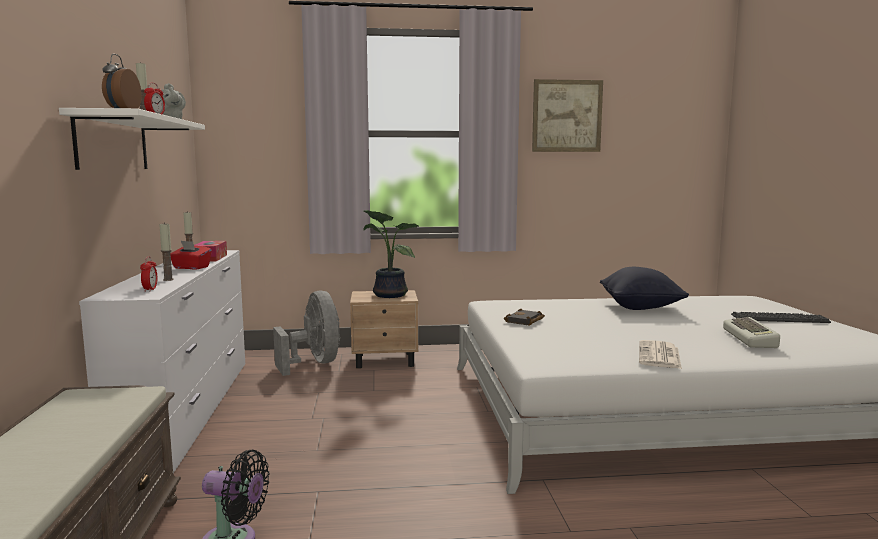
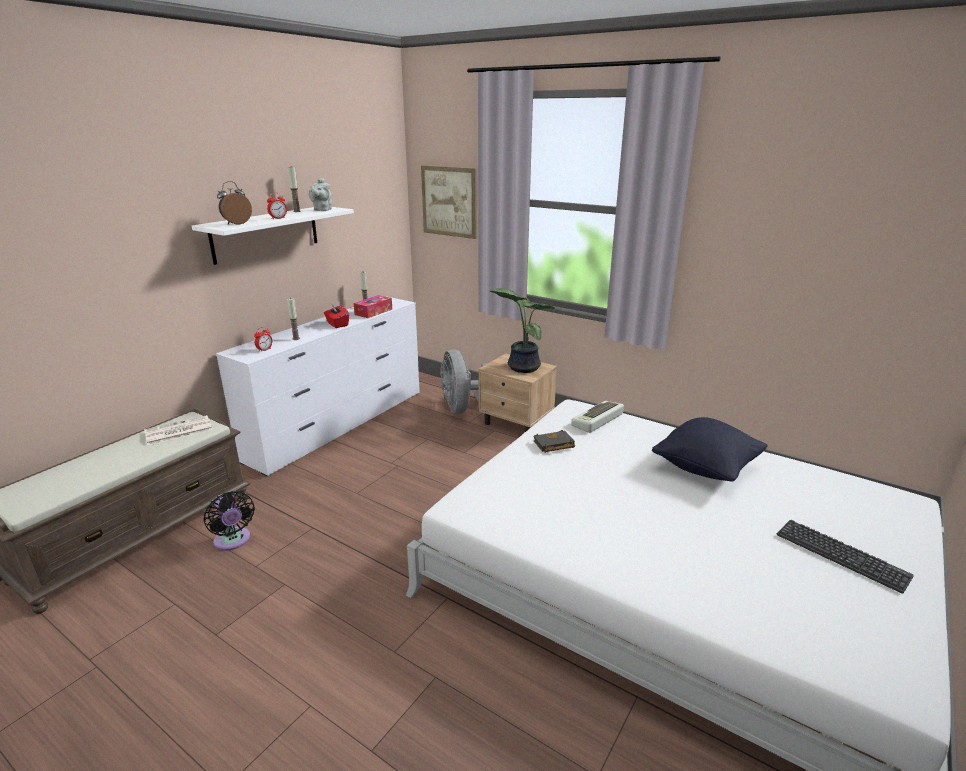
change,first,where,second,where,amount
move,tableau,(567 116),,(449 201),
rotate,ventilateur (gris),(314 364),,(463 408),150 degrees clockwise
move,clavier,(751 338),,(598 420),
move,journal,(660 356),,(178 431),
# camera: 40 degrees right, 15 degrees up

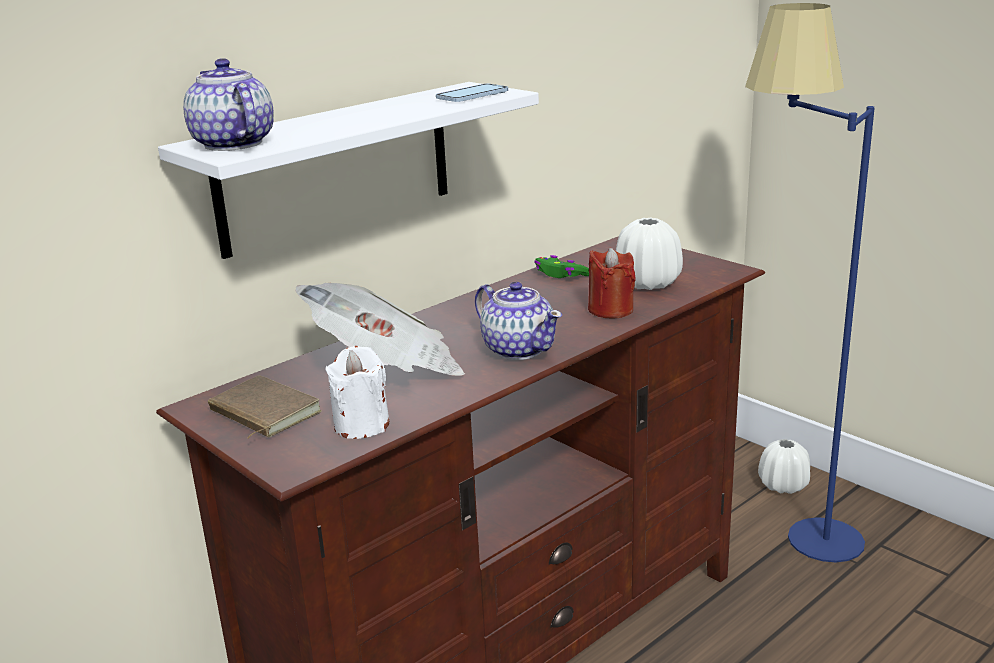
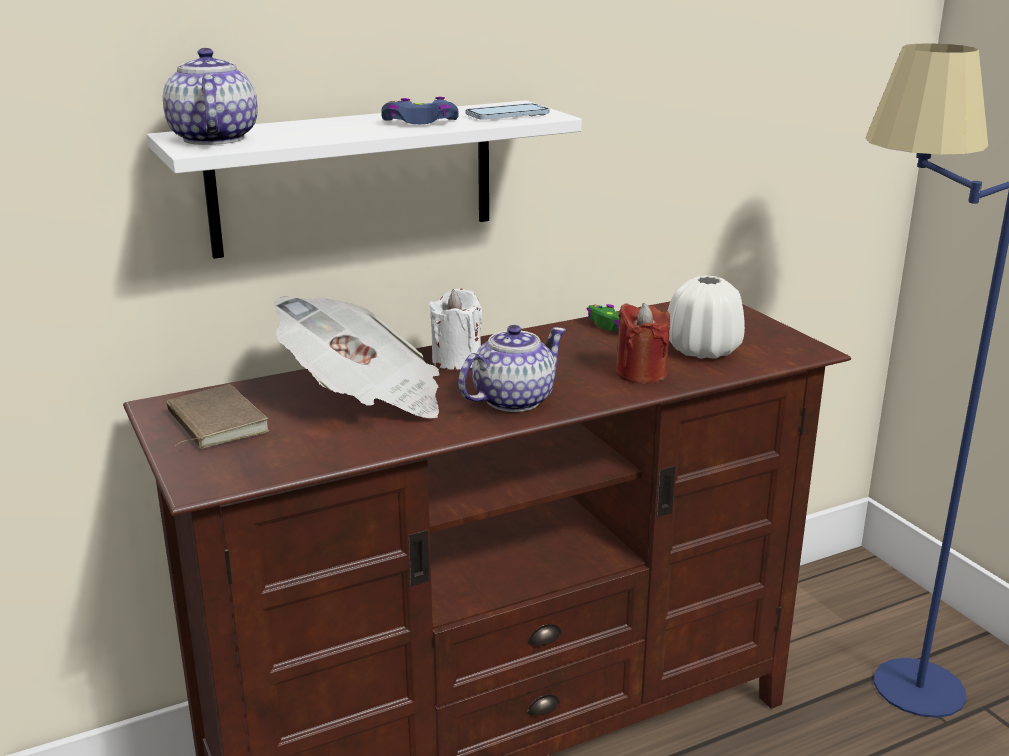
change,first,where,second,where,amount
rotate,théière,(518 349),,(512 400),105 degrees counterclockwise
move,bougie (blanc),(361 425),,(456 360),
delete,vase (blanc),(783 485),,,
insert,,,manette (bleu),(420 123),
# camera: 15 degrees right, 0 degrees up

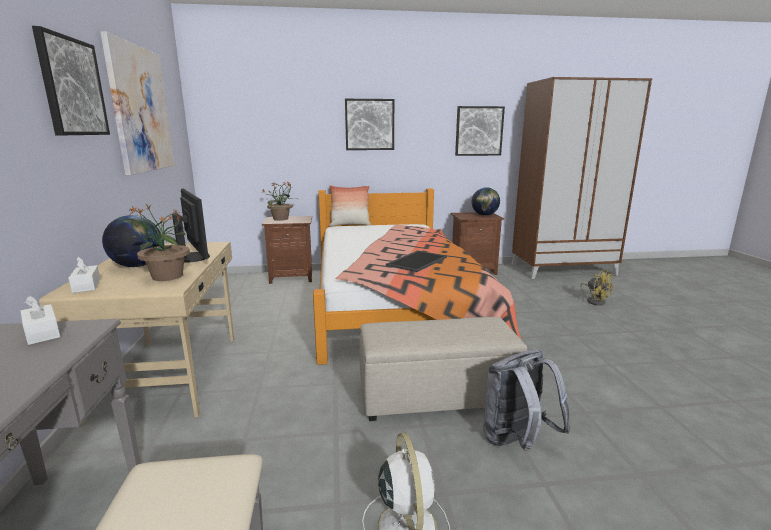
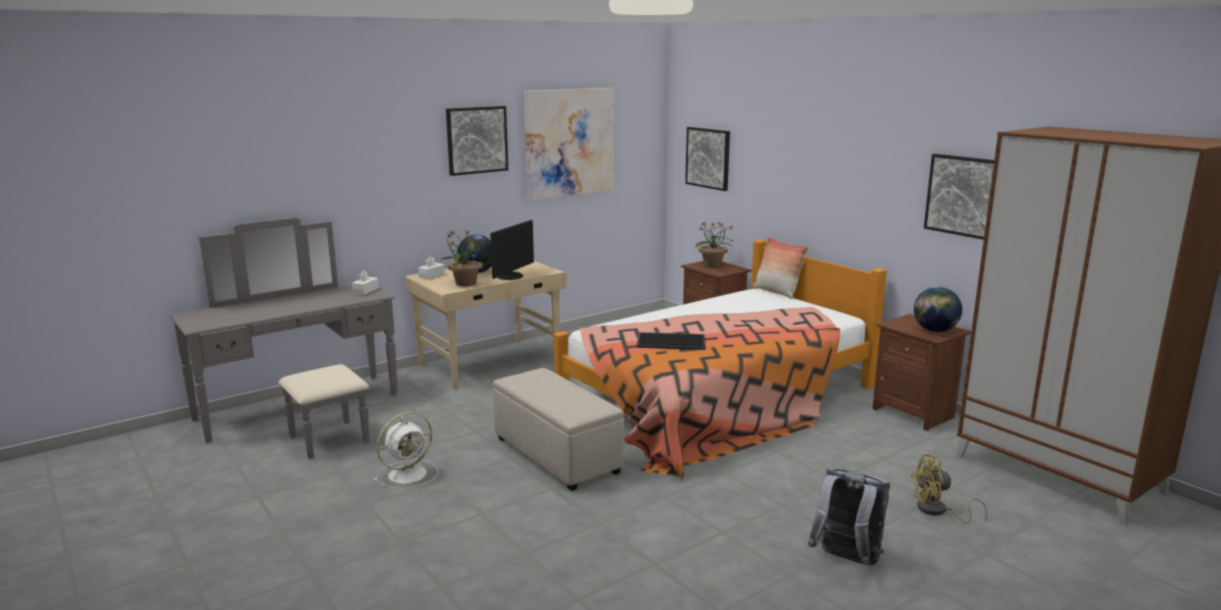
change,first,where,second,where,amount
move,tableau,(369 124),,(708 158),
rotate,ventilateur (jaune),(595 301),,(938 511),60 degrees clockwise
move,sac à dos (gris),(517 442),,(846 561),
# camera: 60 degrees right, 0 degrees up

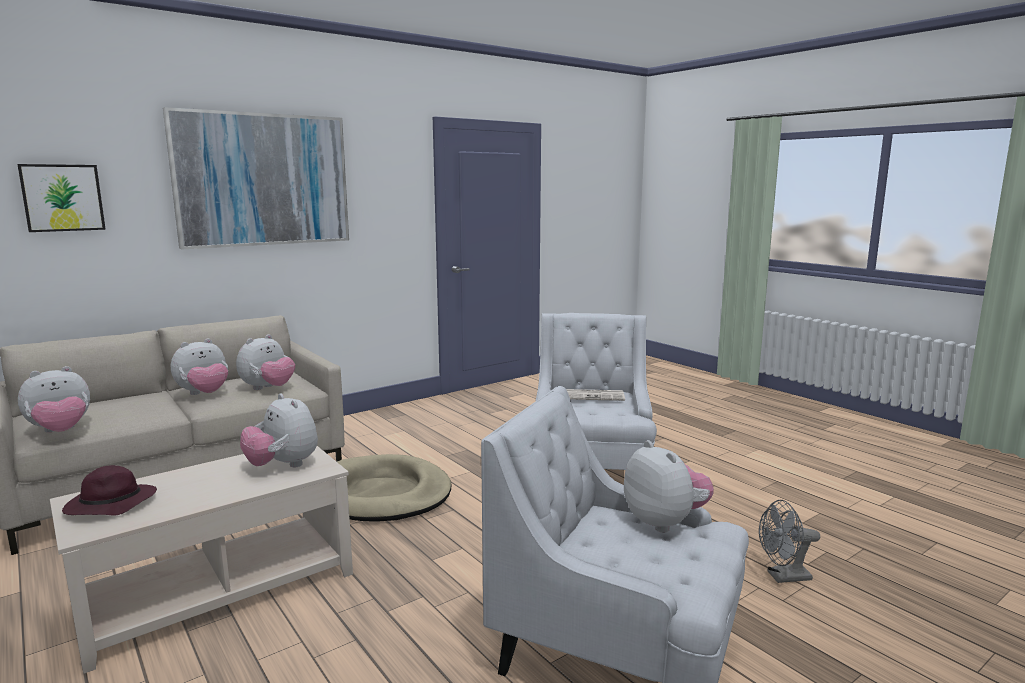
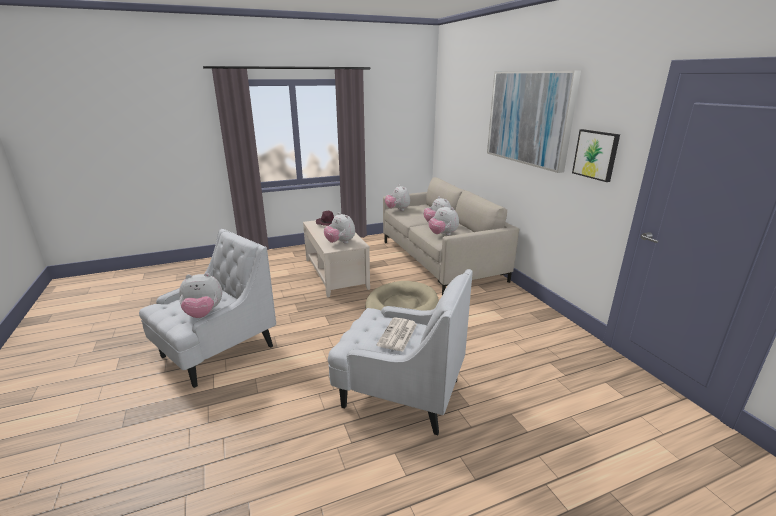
change,first,where,second,where,amount
move,tableau,(62 197),,(596 154),
rotate,peluche,(283 465),,(340 242),105 degrees counterclockwise
delete,ventilateur (gris),(783 577),,,
# camera: 105 degrees right, 10 degrees up

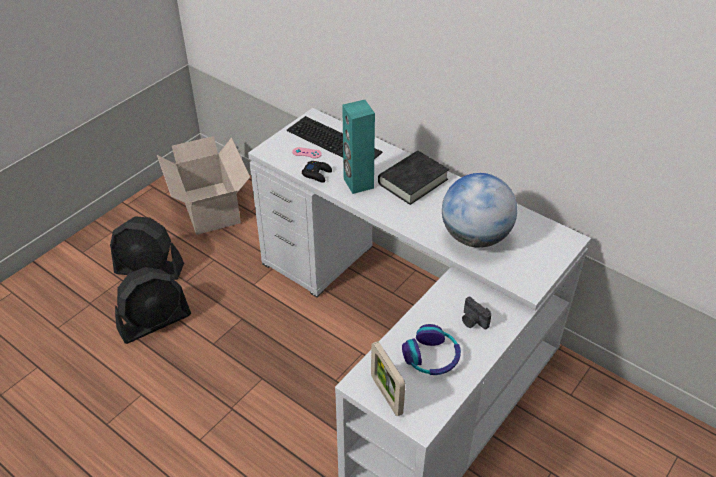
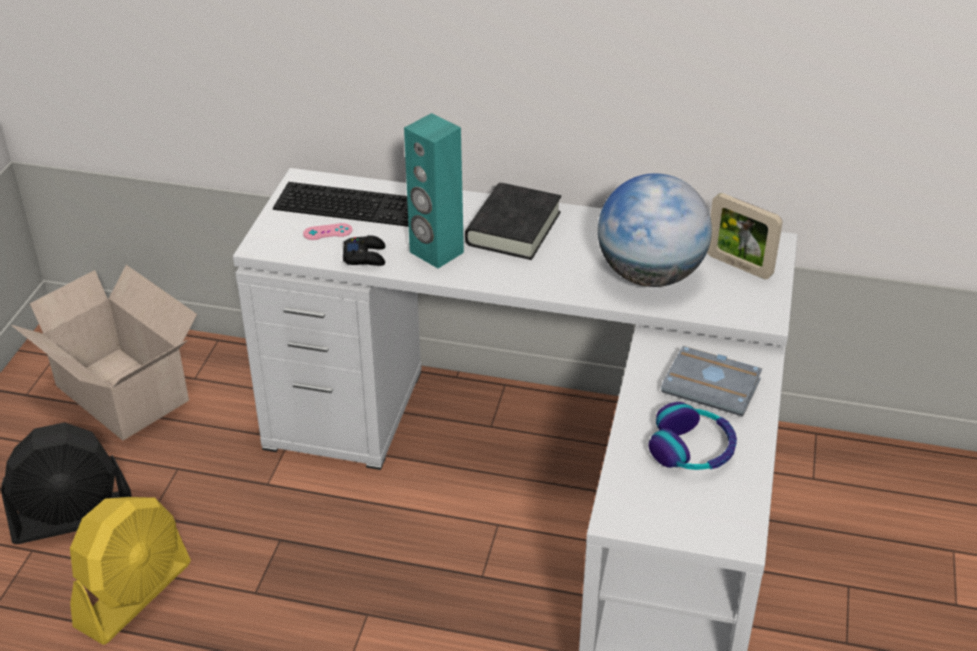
change,first,where,second,where,amount
recolor,ventilateur (noir),(155 322),ventilateur (jaune),(134 594),
replace,appareil photo,(473 321),livre (gris),(713 386),
move,cadre photo,(386 395),,(738 266),
# camera: 25 degrees left, 5 degrees down

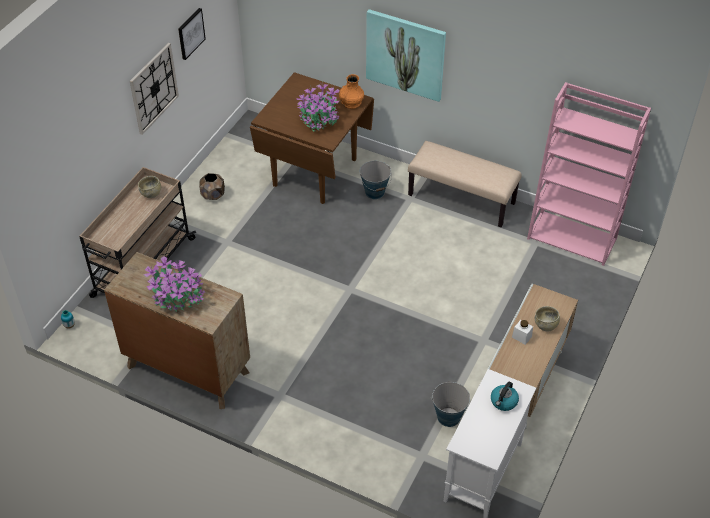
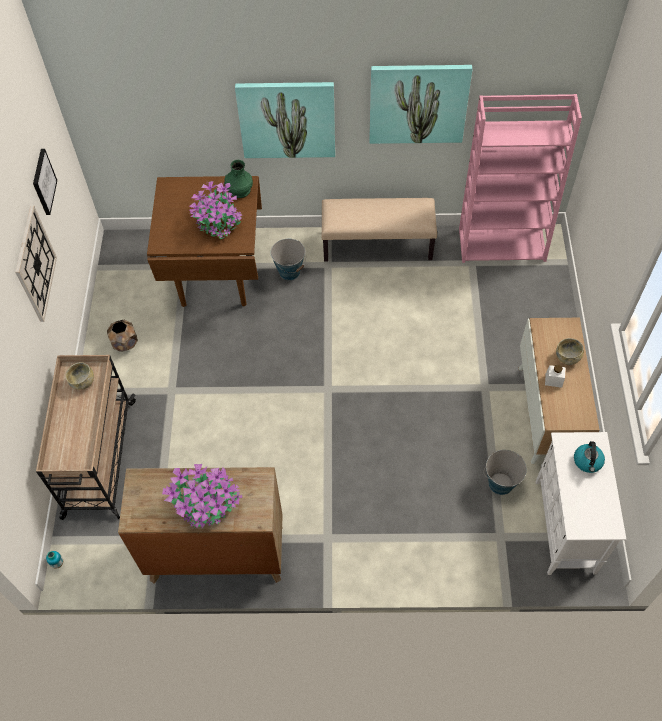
change,first,where,second,where,amount
recolor,vase (orange),(351 102),vase (vert),(239 189),
insert,,,tableau,(418 103),
# camera: 25 degrees left, 10 degrees up

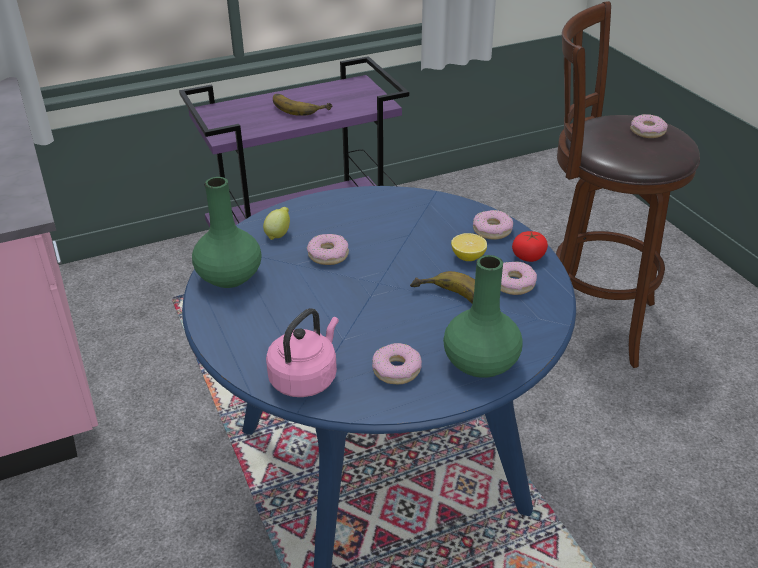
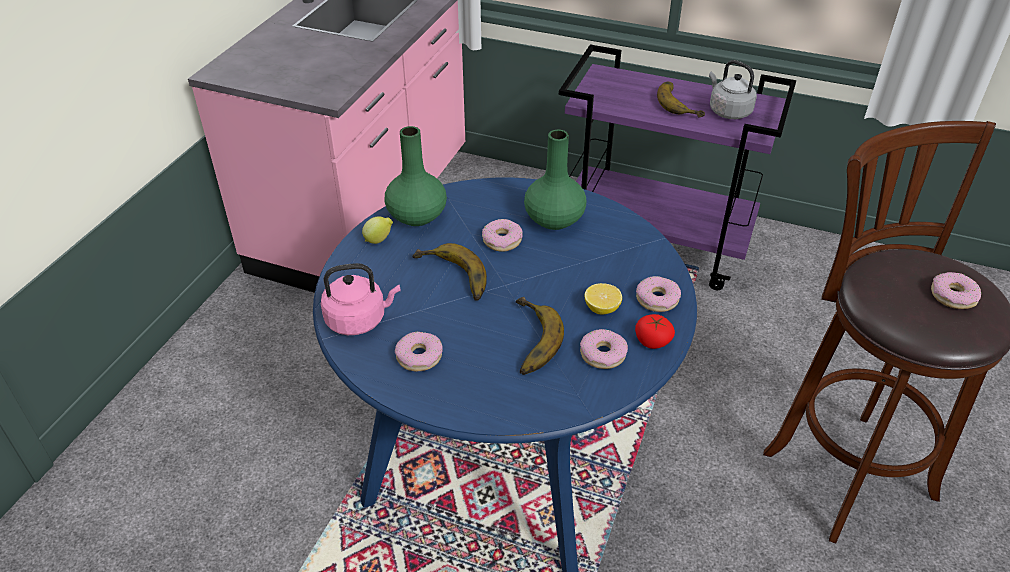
change,first,where,second,where,amount
move,citron,(278 234),,(379 240),
move,vase (vert),(480 364),,(553 220),
insert,,,bouilloire (gris),(728 111),
insert,,,banane,(451 278),
# camera: 45 degrees right, 5 degrees up

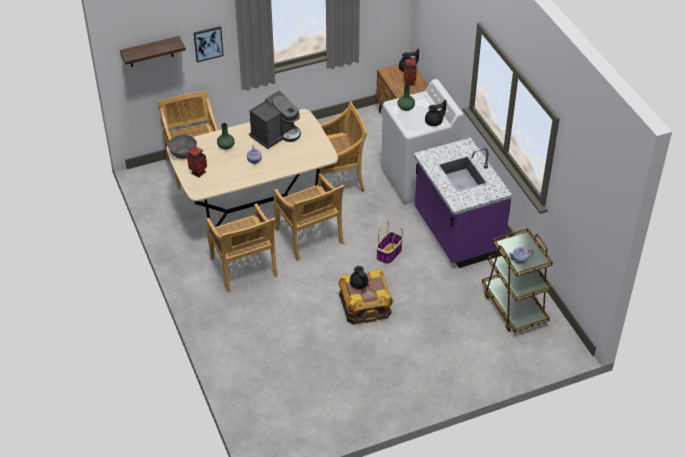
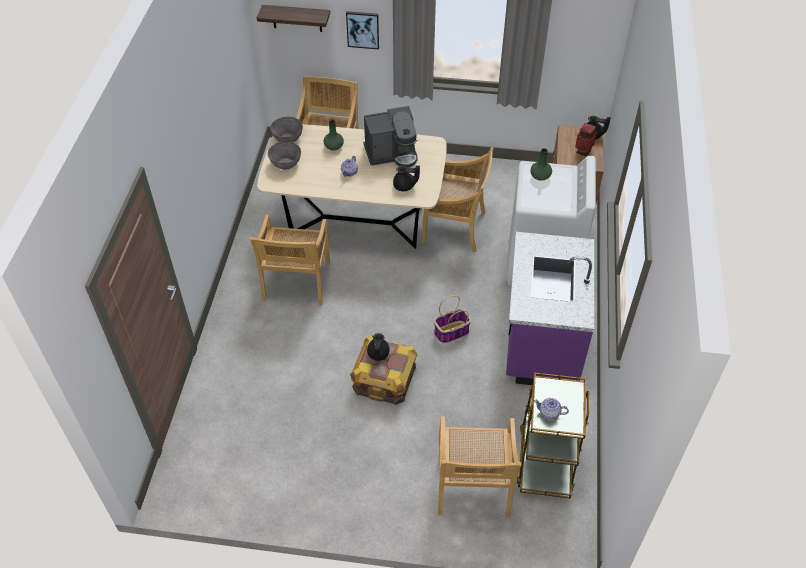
change,first,where,second,where,amount
move,théière (noir),(434 122),,(404 186),
replace,vase,(198 173),bol (gris),(285 163),
move,chaise (beige),(309 237),,(473 487),
# camera: 30 degrees right, 5 degrees up

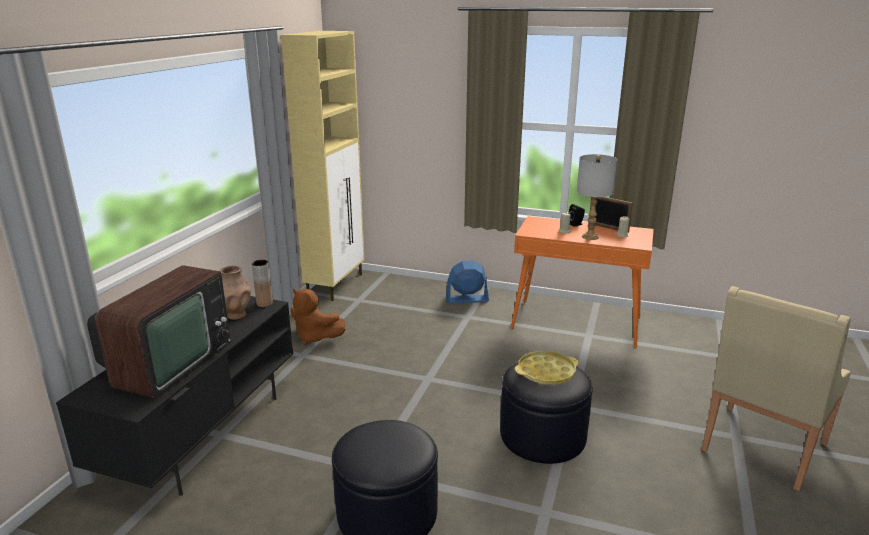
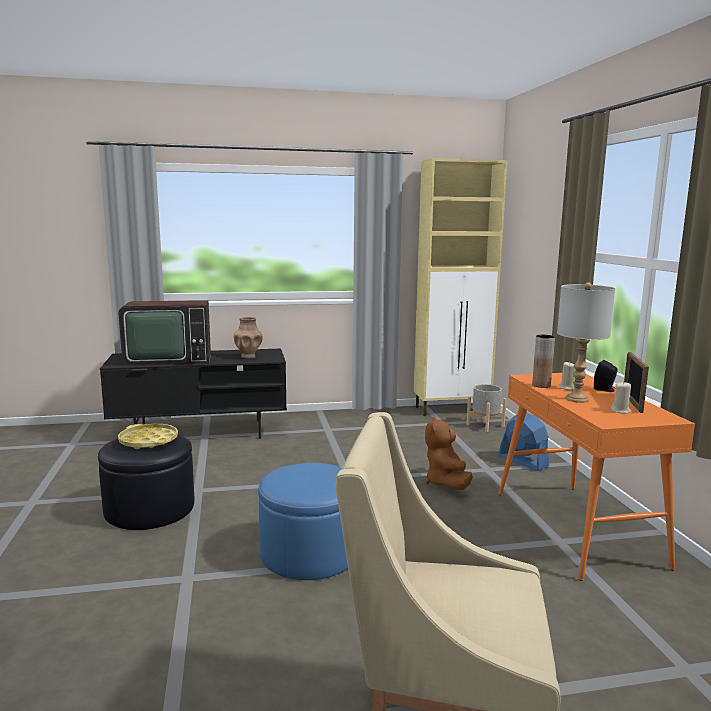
change,first,where,second,where,amount
move,vase (marron),(264 303),,(541 385),
move,peluche (marron),(315 337),,(447 483),
move,plateau (jaune),(546 373),,(148 441),
recolor,pouf (noir),(542 435),pouf (bleu),(310 552),
insert,,,cache-pot (gris),(485 425),
# camera: 60 degrees right, 10 degrees down

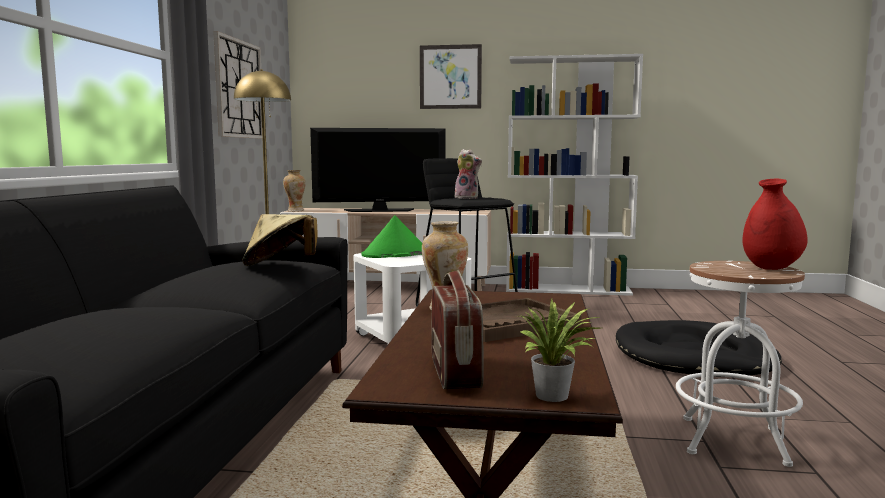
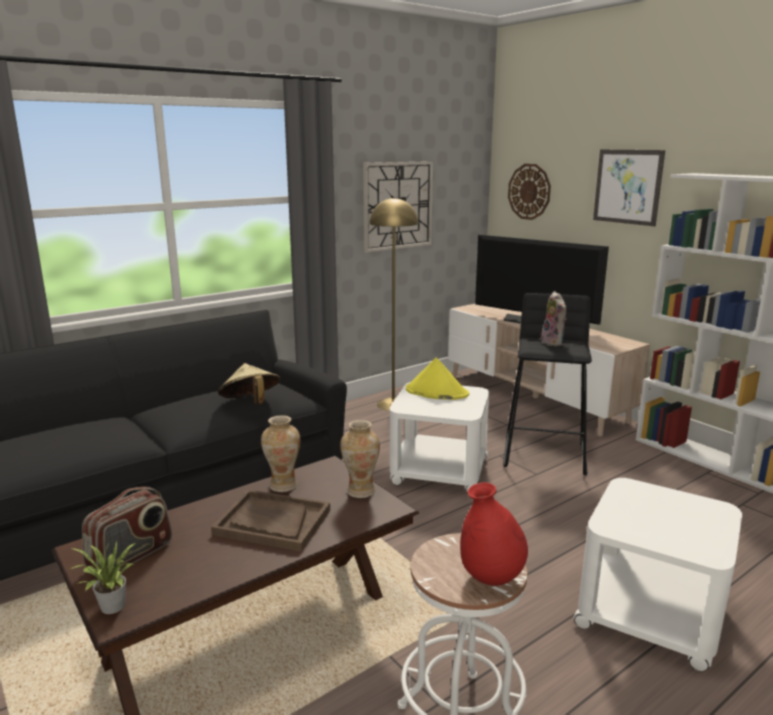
change,first,where,second,where,amount
move,vase,(295 211),,(360 491),
recolor,chapeau (vert),(395 254),chapeau (jaune),(436 392),
replace,panier pour chien (noir),(693 357),table d'appoint (blanc),(651 614),
insert,,,horloge murale,(529 191),
# camera: 45 degrees right, 10 degrees up

